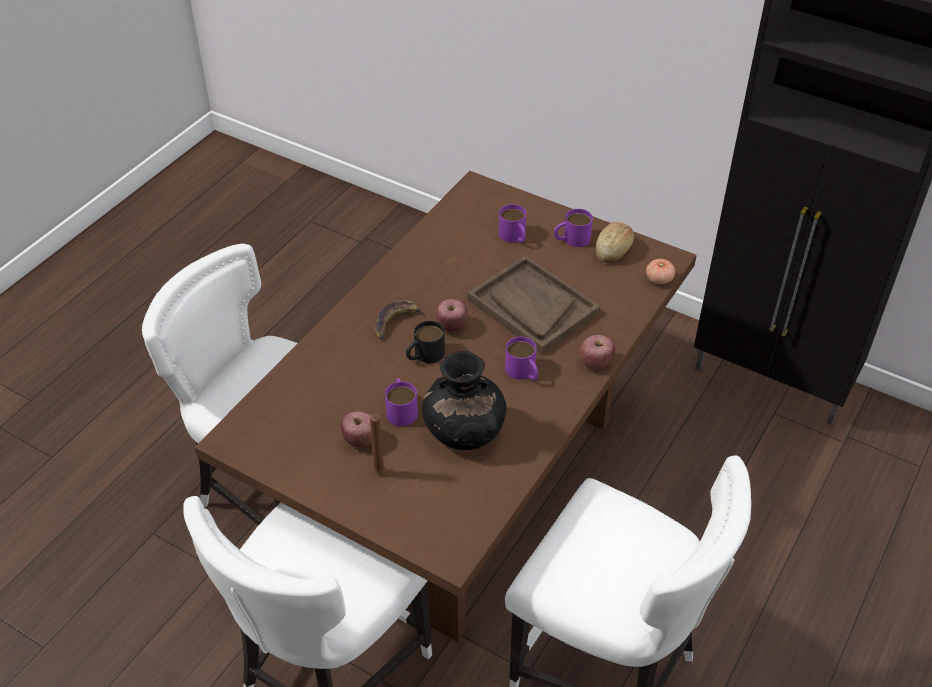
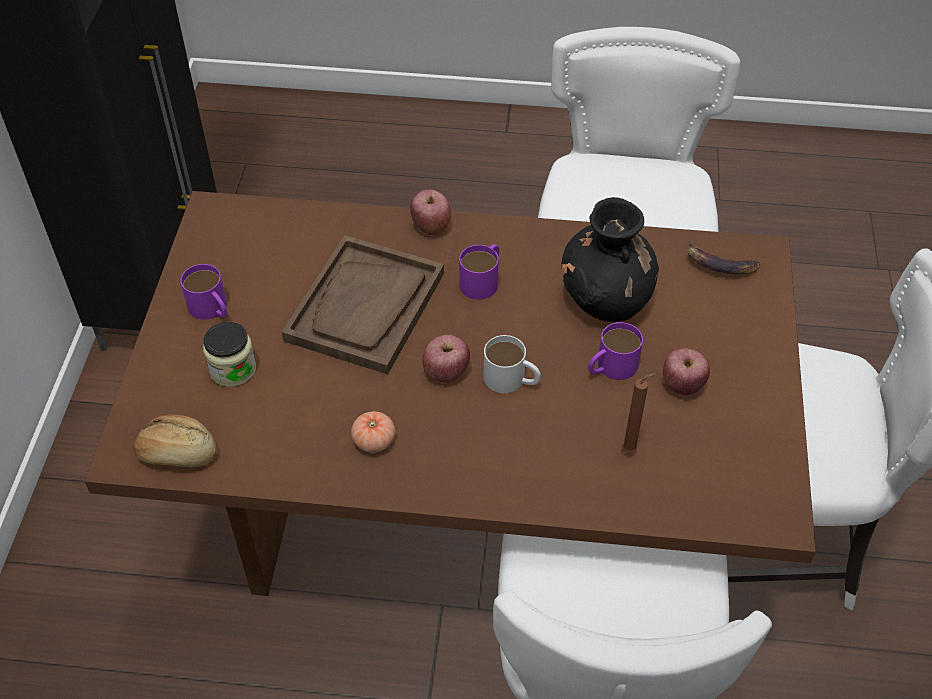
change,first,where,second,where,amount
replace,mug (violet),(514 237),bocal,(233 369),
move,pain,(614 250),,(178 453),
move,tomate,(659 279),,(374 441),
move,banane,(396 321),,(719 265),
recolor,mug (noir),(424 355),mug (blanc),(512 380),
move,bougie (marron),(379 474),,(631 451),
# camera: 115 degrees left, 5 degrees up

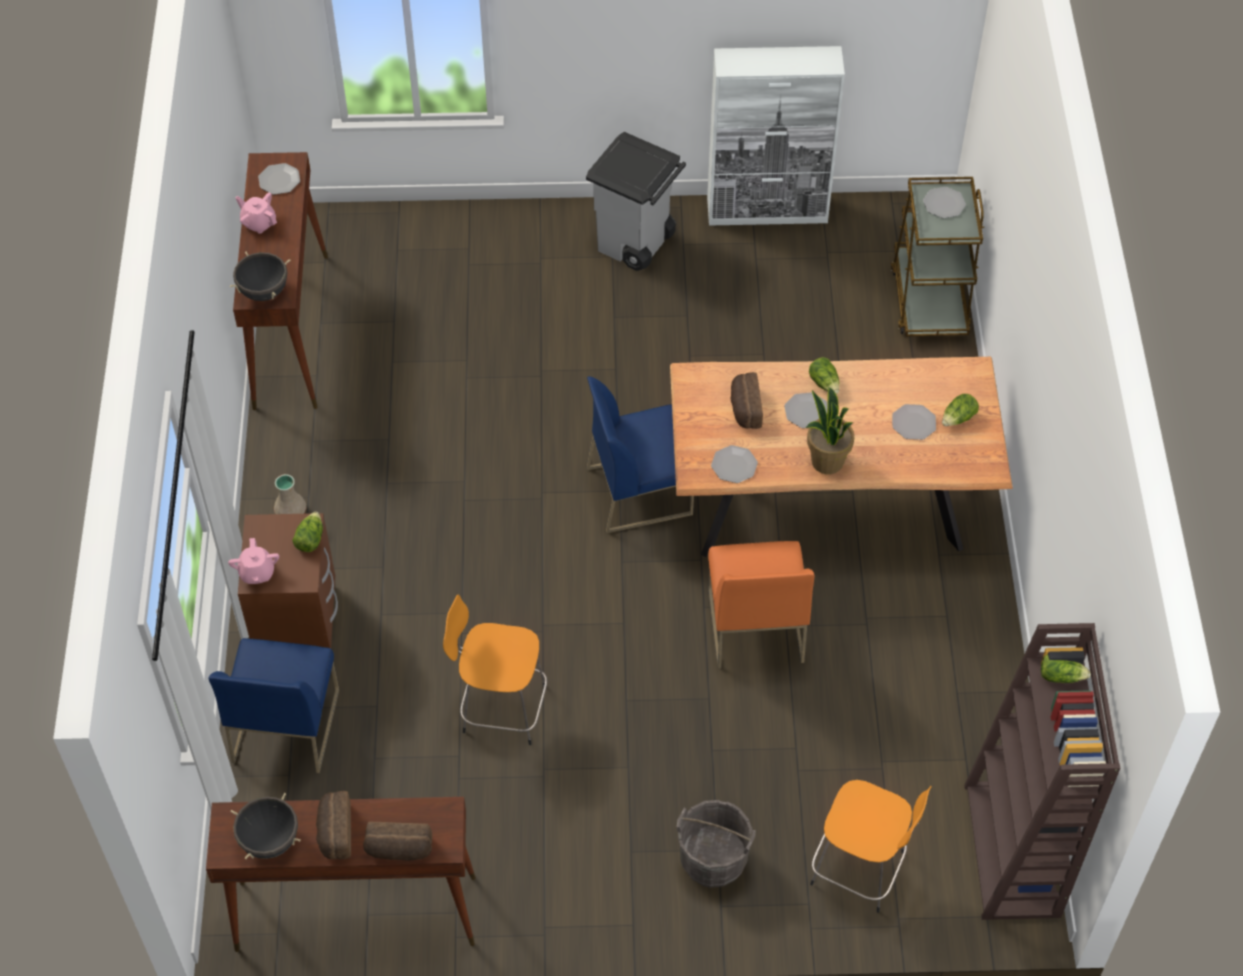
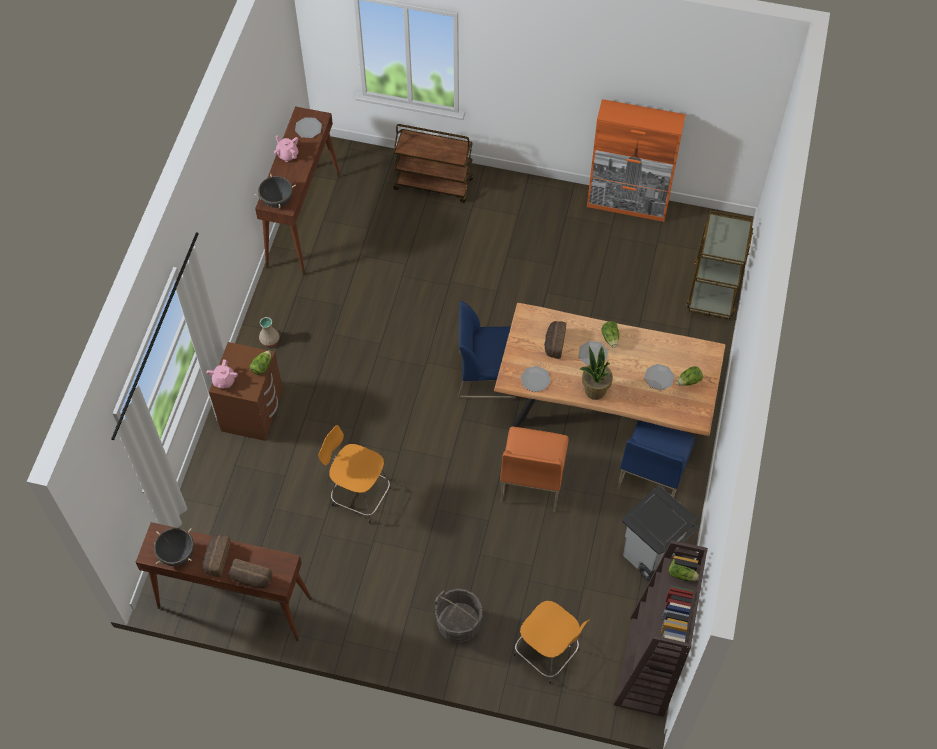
change,first,where,second,where,amount
recolor,meuble de rangement (blanc),(768 210),meuble de rangement (orange),(628 205),
move,poubelle (gris),(635 244),,(651 556),
delete,assiette,(944 203),,,
move,chaise (bleu),(285 724),,(651 474),
insert,,,chariot (marron),(434 184),
# camera: 15 degrees right, 5 degrees up

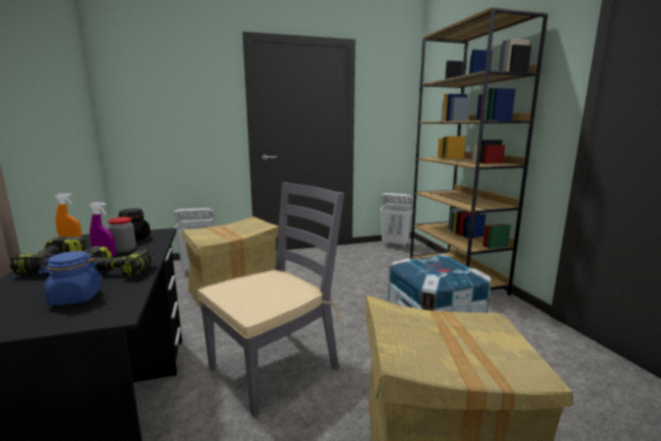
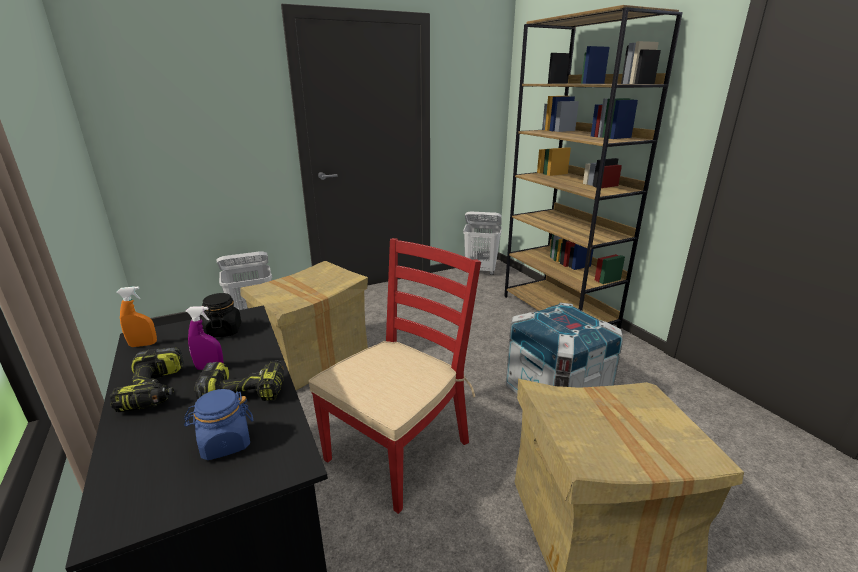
change,first,where,second,where,amount
recolor,chaise (gris),(275 367),chaise (rouge),(399 449),
delete,bocal,(124 250),,,
# camera: 10 degrees left, 10 degrees up

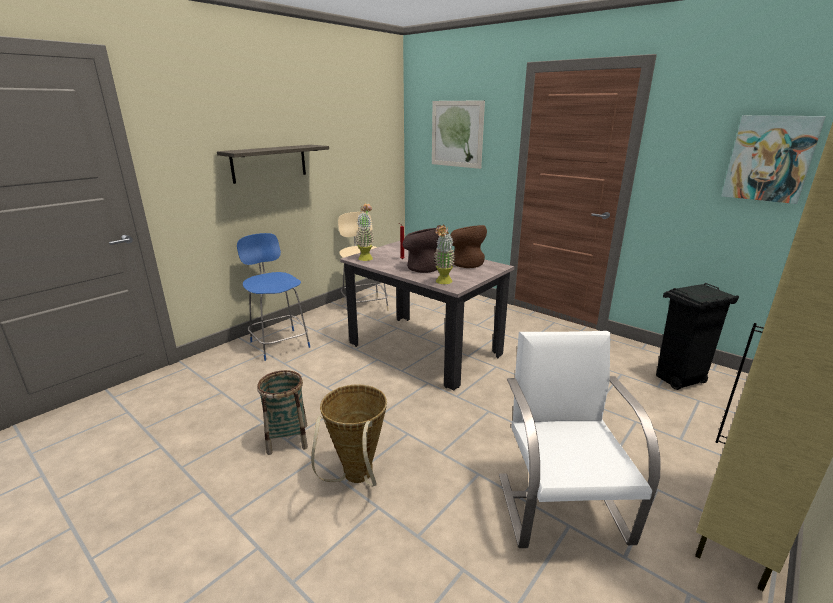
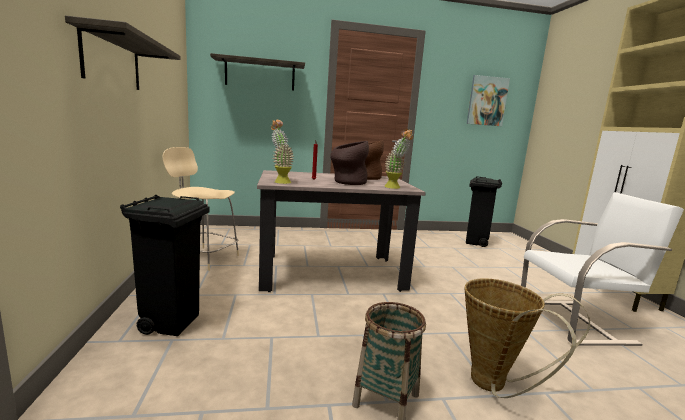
change,first,where,second,where,amount
replace,tableau,(457 134),étagère,(260 74),
replace,chaise (bleu),(279 343),poubelle (noir),(172 323),
rotate,chaise (blanc),(561 505),,(577 322),135 degrees clockwise
# camera: 50 degrees left, 10 degrees down

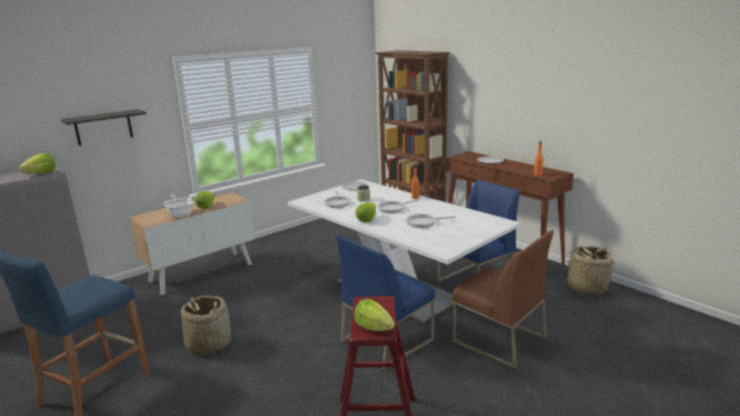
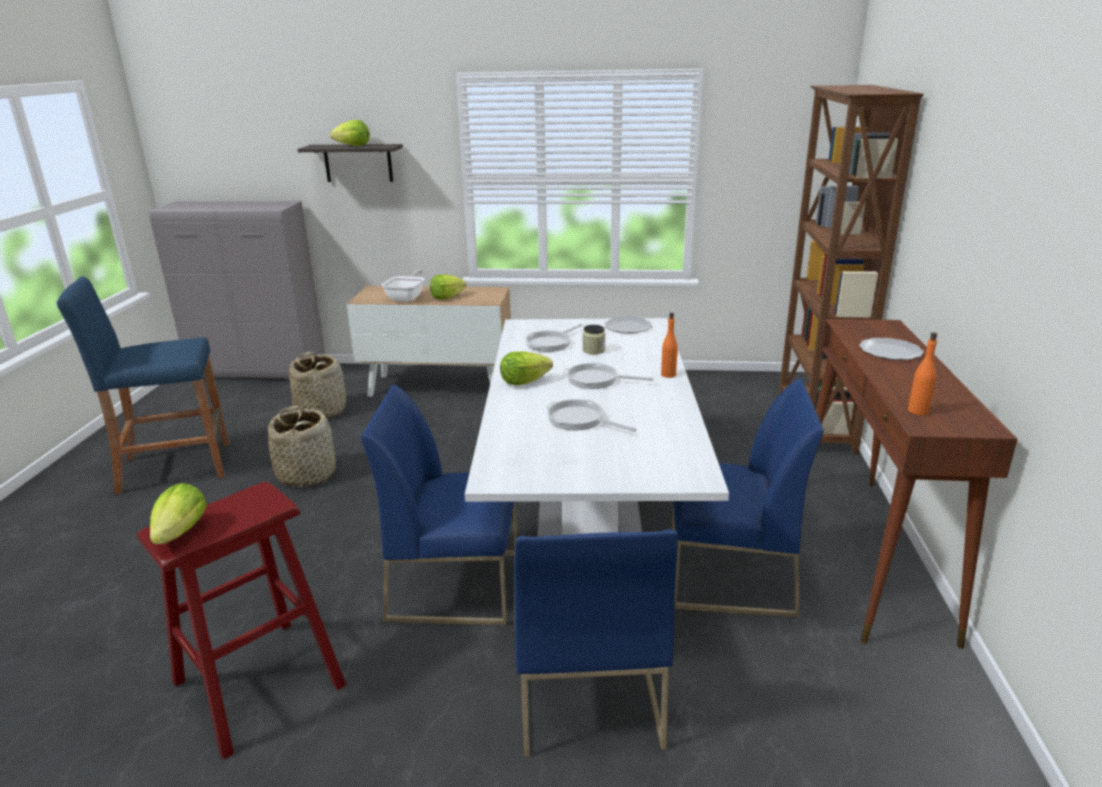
change,first,where,second,where,amount
move,laitue,(41 174),,(353 145),
recolor,chaise (marron),(498 340),chaise (bleu),(586 692),
move,panier,(586 288),,(321 411),
# camera: 45 degrees right, 5 degrees up

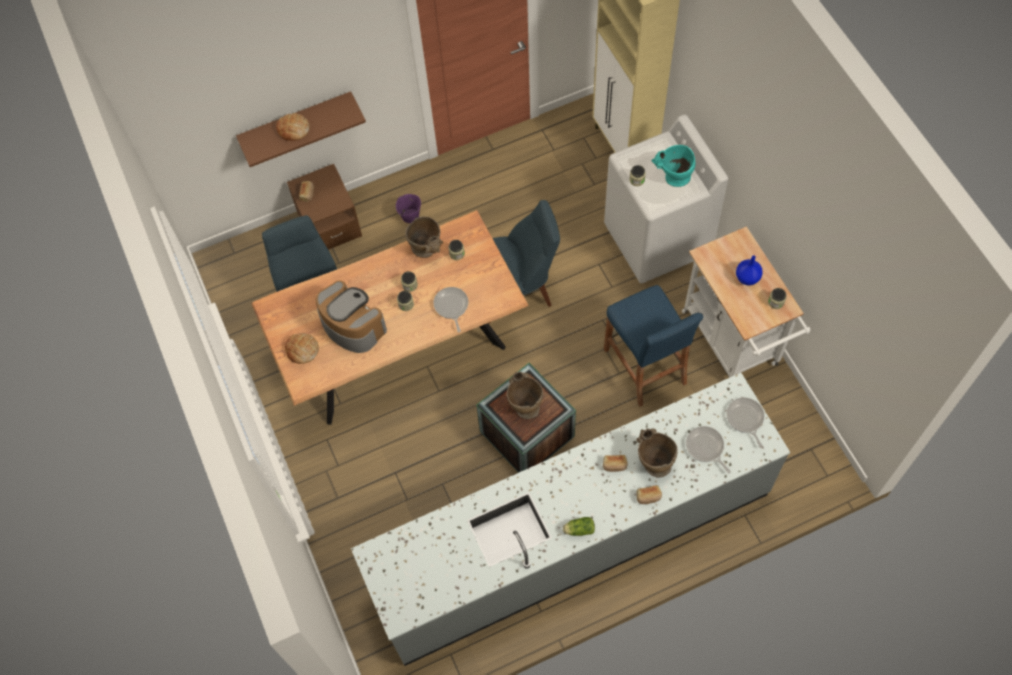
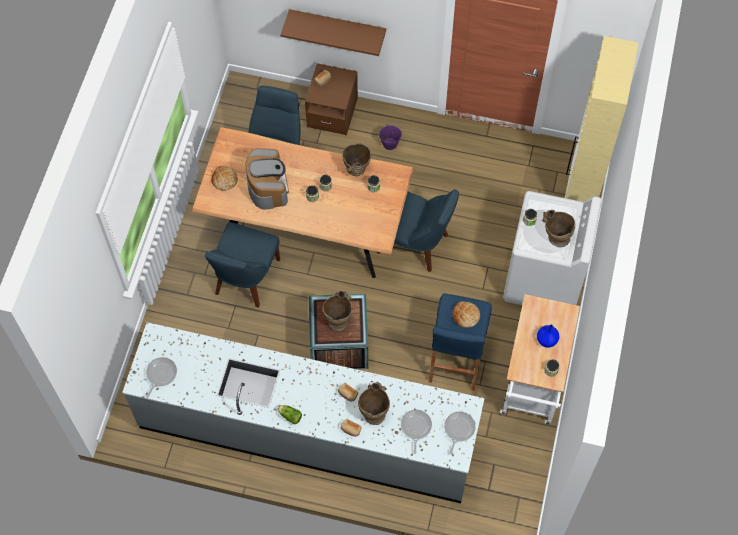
change,first,where,second,where,amount
move,pain,(293 129),,(466 315),
recolor,vase (turquoise),(672 178),vase (beige),(555 236),
move,poêle,(451 306),,(160 374),
insert,,,chaise (bleu),(245 279),
# camera: 35 degrees right, 0 degrees up

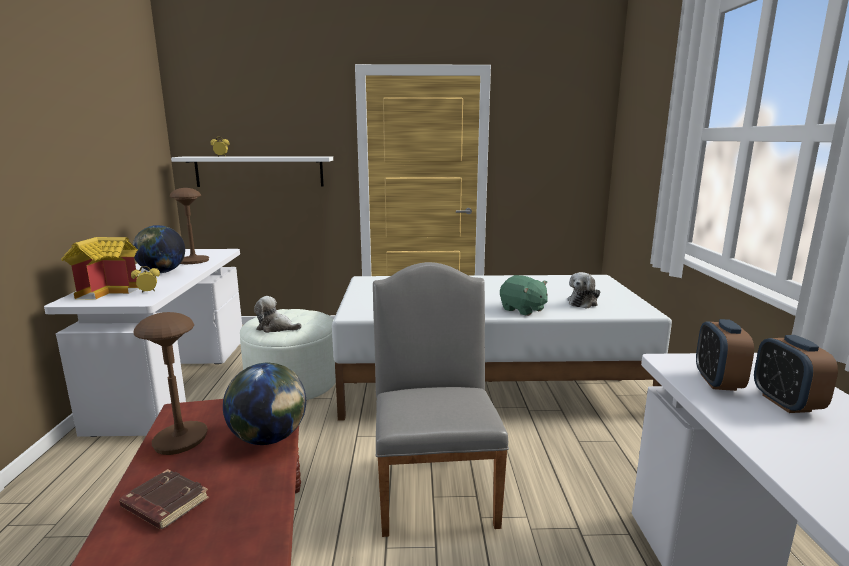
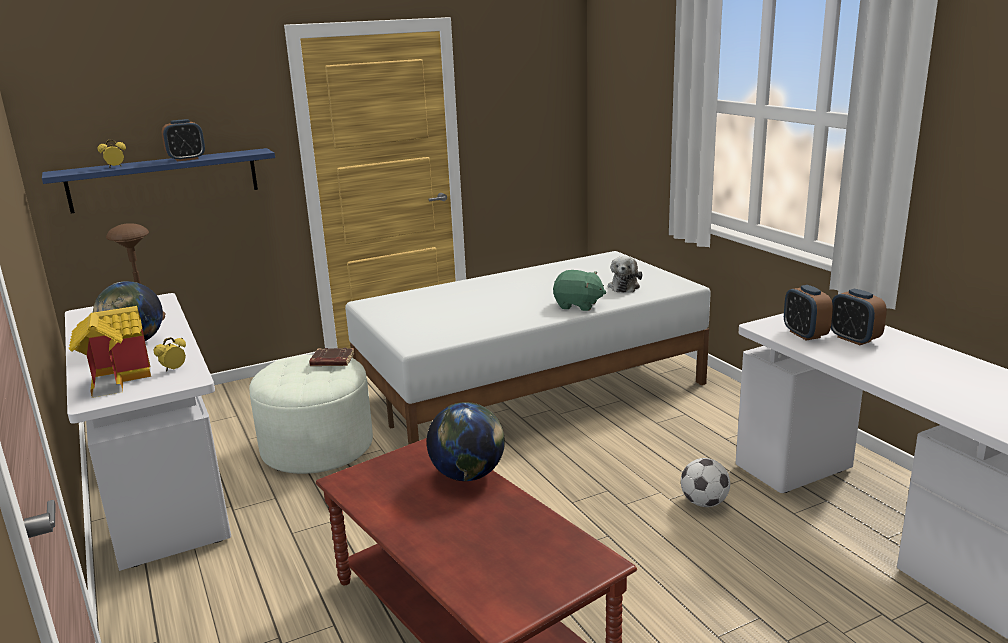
change,first,where,second,where,amount
recolor,étagère (blanc),(259 171),étagère (bleu),(164 180),
delete,chaise (gris),(434 483),,,
delete,peluche,(276 328),,,
delete,lampe de table (marron),(181 440),,,
move,livre (marron),(164 504),,(331 361),
insert,,,réveil,(186 159),
insert,,,ballon de foot,(704 503),
# camera: 25 degrees left, 5 degrees up

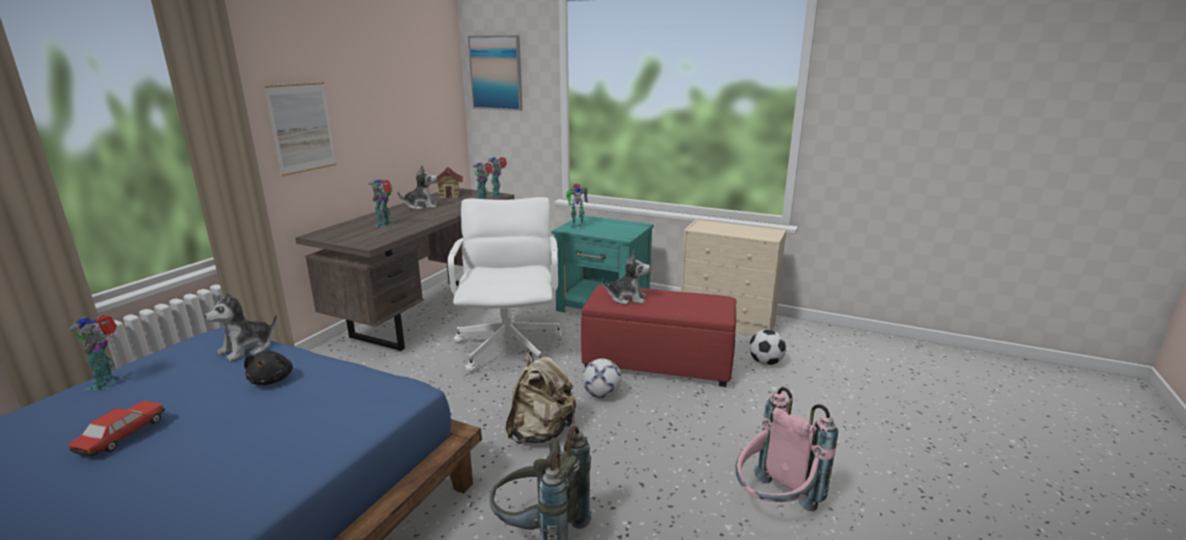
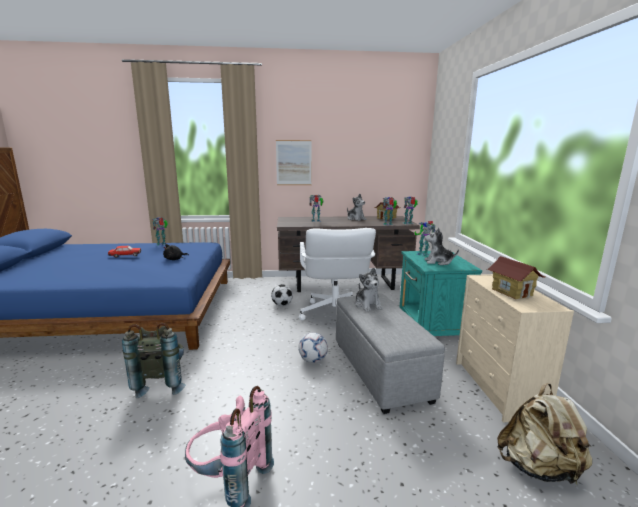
change,first,where,second,where,amount
delete,tableau,(496 73),,,
rotate,chaise de bureau (blanc),(509 347),,(334 315),120 degrees clockwise
recolor,pouf (rouge),(659 363),pouf (gris),(381 371),
move,peluche,(247 349),,(438 262),
move,ballon de foot,(765 362),,(282 305),
move,sac à dos (beige),(541 432),,(538 468),
insert,,,maison miniature,(512 292),
# camera: 60 degrees right, 5 degrees down

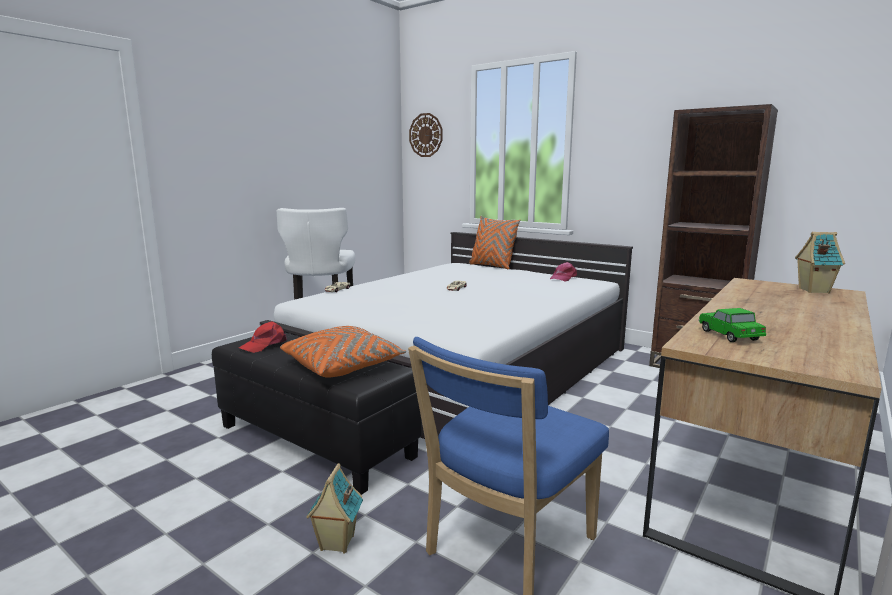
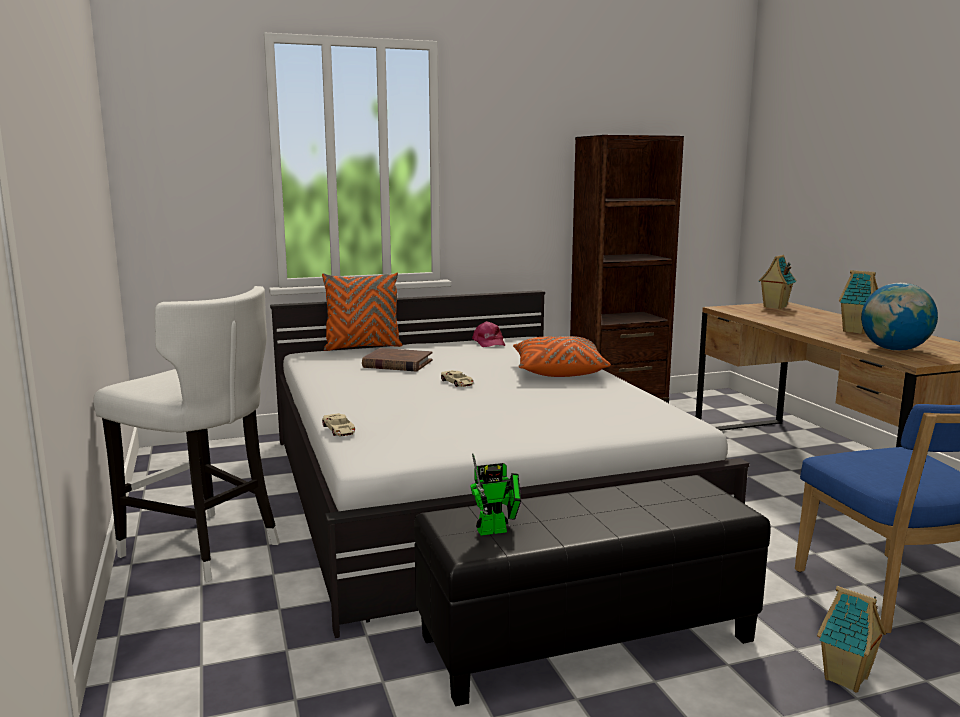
change,first,where,second,where,amount
delete,horloge murale,(426 135),,,
replace,petite voiture,(729 335),globe,(894 349),
replace,casquette (rouge),(265 345),robot jouet,(496 530),
move,coussin (orange),(343 366),,(558 371),
insert,,,maison miniature,(857 331),
insert,,,livre (marron),(397 364),
# camera: 55 degrees left, 0 degrees up

